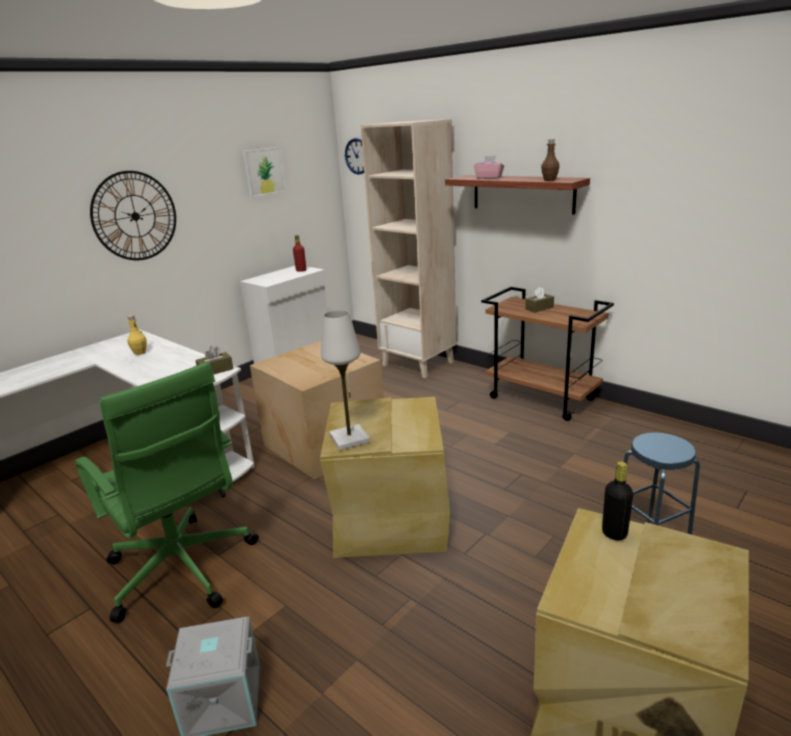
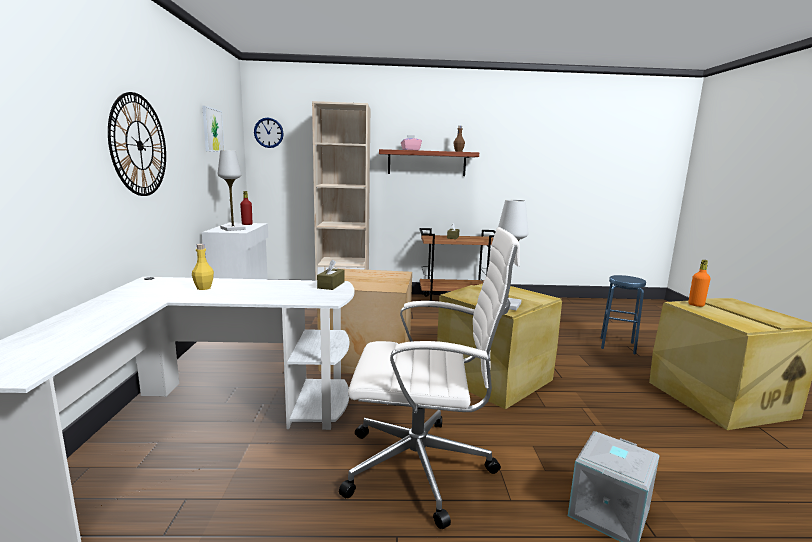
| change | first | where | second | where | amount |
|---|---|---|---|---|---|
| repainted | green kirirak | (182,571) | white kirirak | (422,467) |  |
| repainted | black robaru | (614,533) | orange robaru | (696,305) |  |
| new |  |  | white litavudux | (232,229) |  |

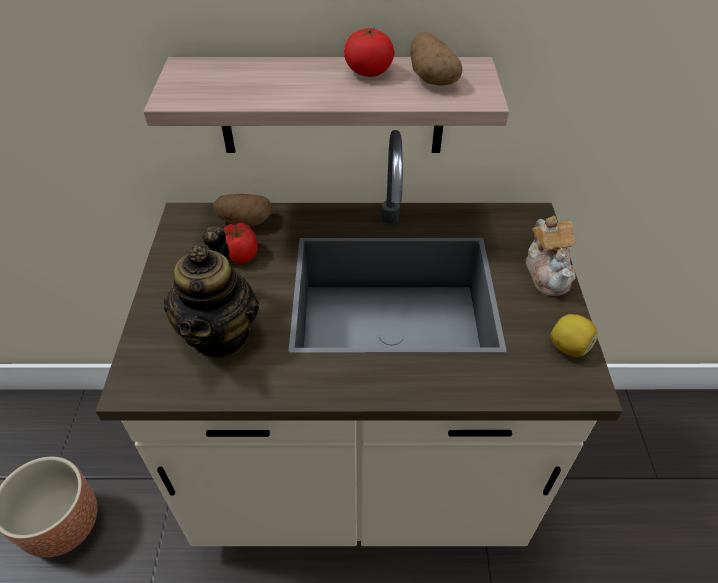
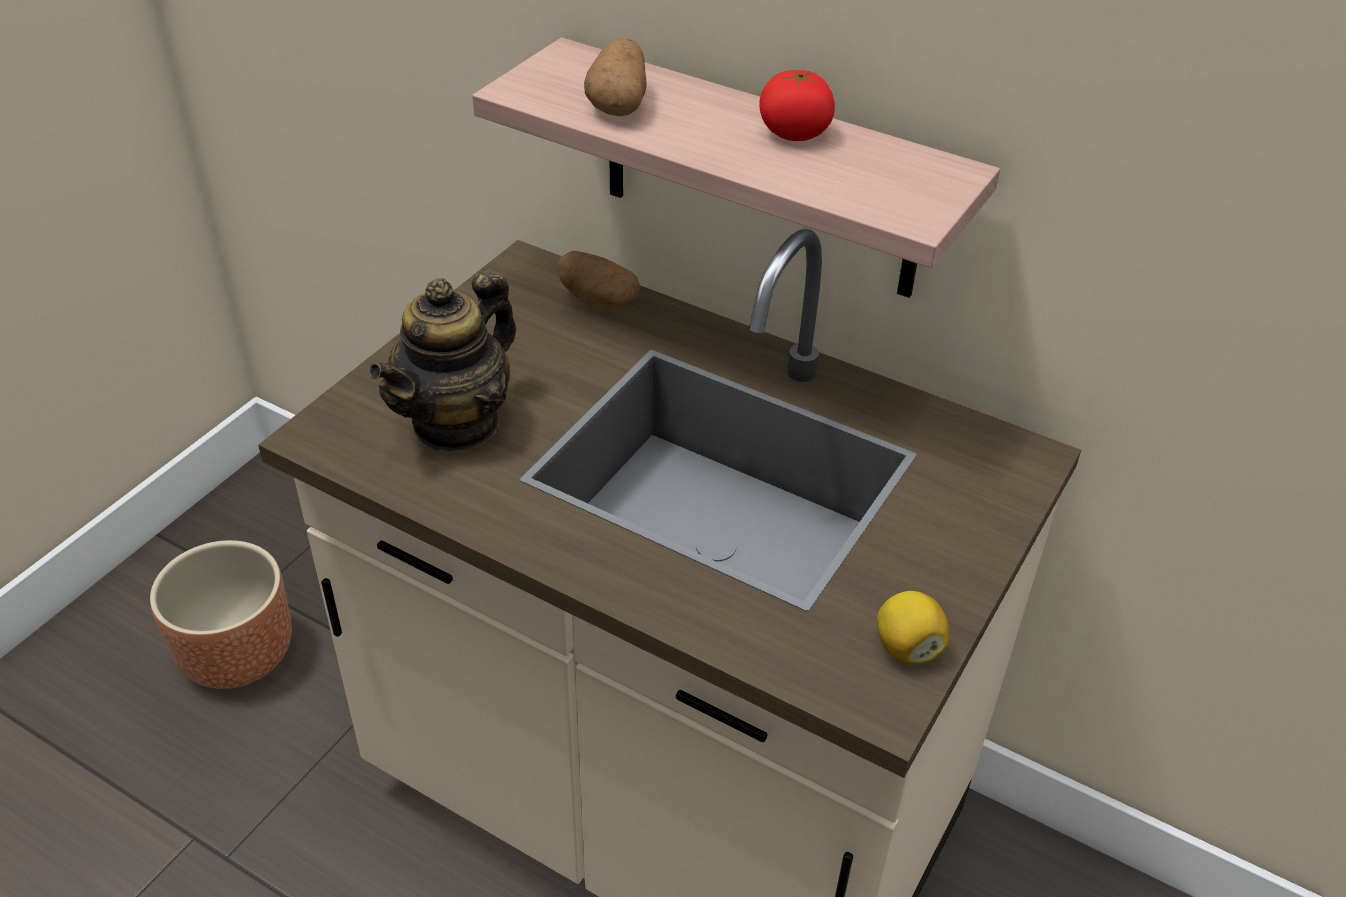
| change | first | where | second | where | amount |
|---|---|---|---|---|---|
| gone | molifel | (241,254) |  |  |  |
| shifted | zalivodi | (431,78) |  | (619,104) |  |
| gone | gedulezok | (547,272) |  |  |  |

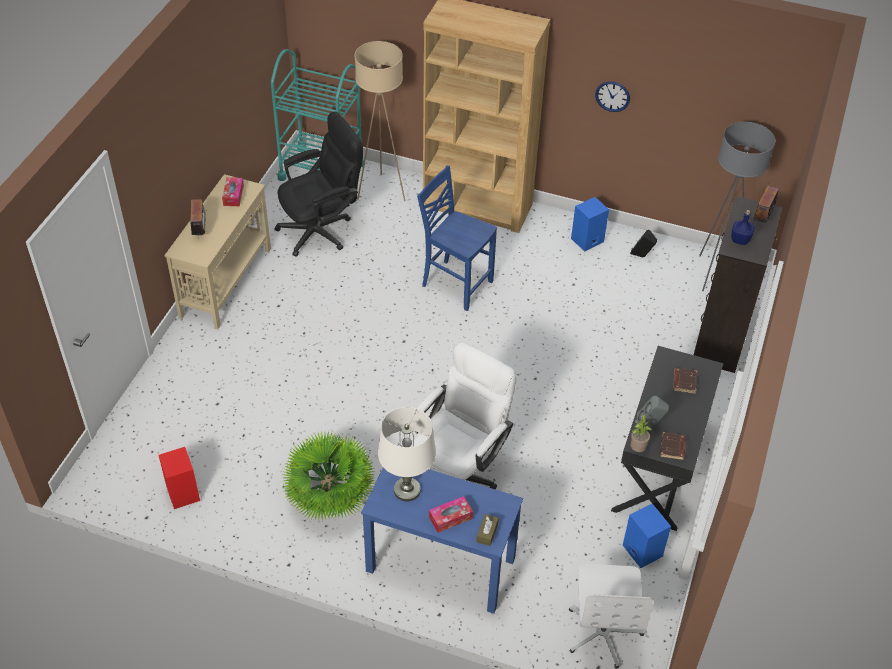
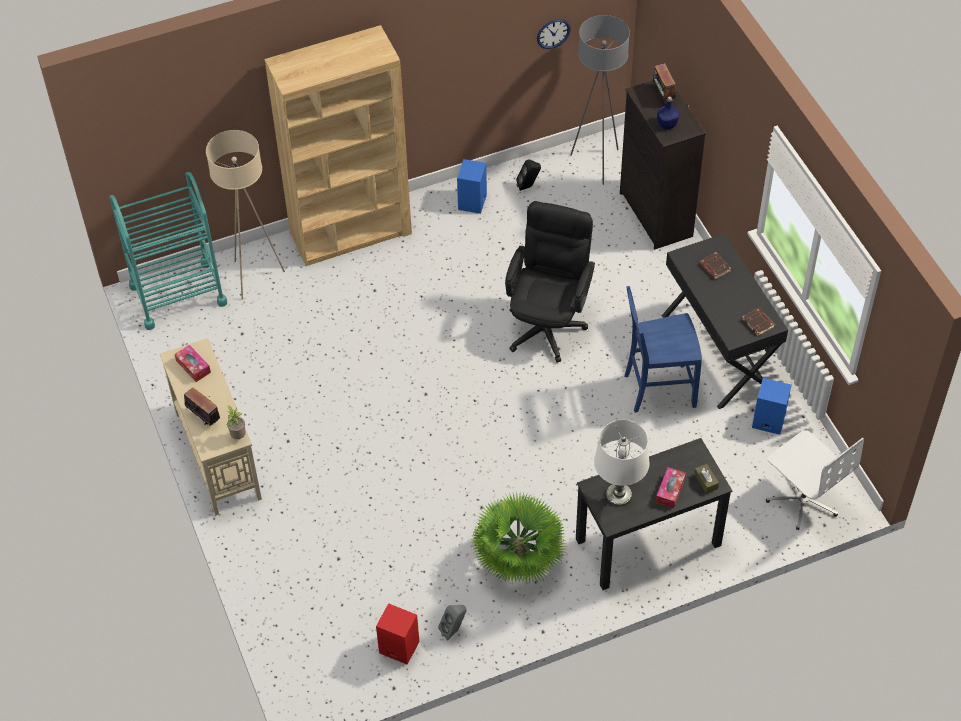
| change | first | where | second | where | amount |
|---|---|---|---|---|---|
| shifted | black kirirak | (322,229) |  | (548,322) |  |
| repainted | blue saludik | (440,564) | black saludik | (647,542) |  |
| gone | white kirirak | (458,471) |  |  |  |
| shifted | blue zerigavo | (455,284) |  | (657,389) |  |
| shifted | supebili | (612,96) |  | (553,33) |  |
| shifted | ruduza | (637,449) |  | (238,436) |  |
| shifted | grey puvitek | (649,426) |  | (454,630) |  |

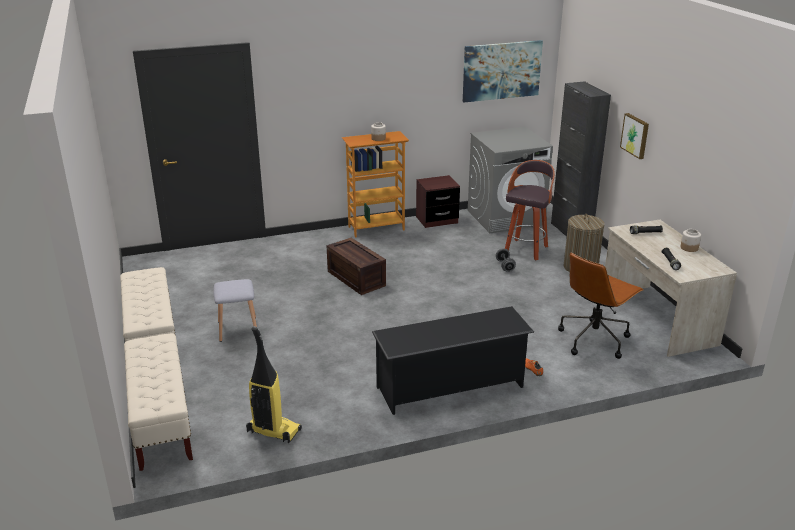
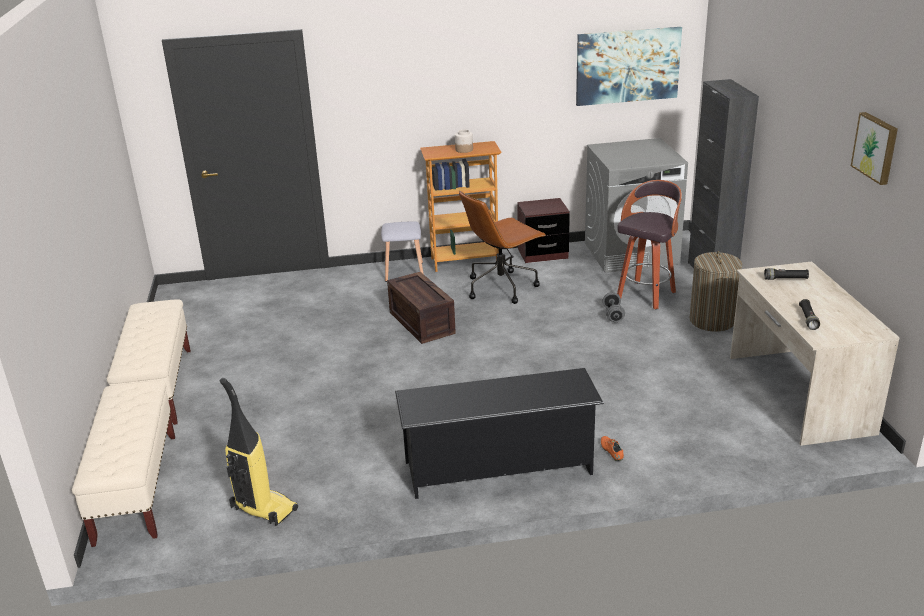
| change | first | where | second | where | amount |
|---|---|---|---|---|---|
| shifted | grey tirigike | (237,329) |  | (403,272) |  |
| shifted | brown kirirak | (594,339) |  | (502,287) |  |
| shifted | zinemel | (635,135) |  | (876,147) |  |
| gone | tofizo | (689,248) |  |  |  |

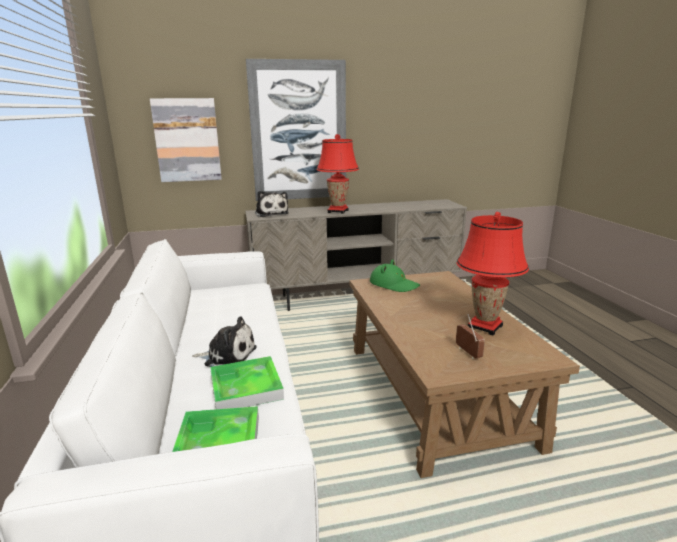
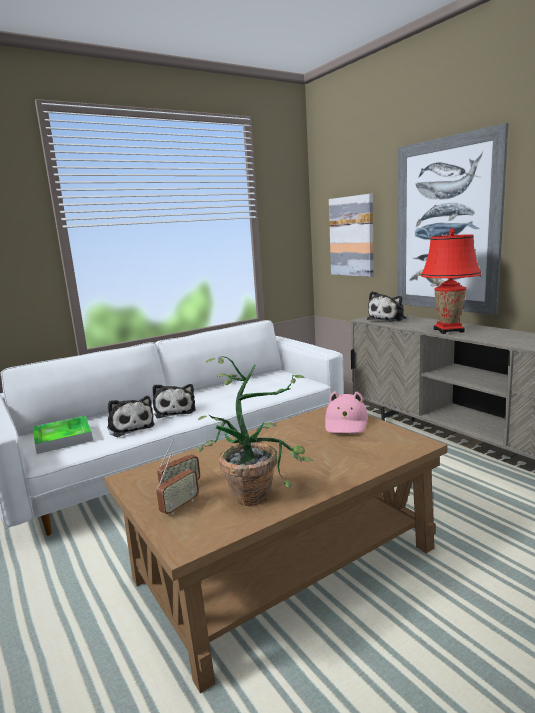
| change | first | where | second | where | amount |
|---|---|---|---|---|---|
| swapped | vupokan | (246,387) | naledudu | (130,427) |  |
| repainted | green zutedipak | (394,284) | pink zutedipak | (346,423) |  |
| swapped | red litavudux | (485,326) | ruduza | (258,491) |  |
| new |  |  | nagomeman | (179,506) |  |

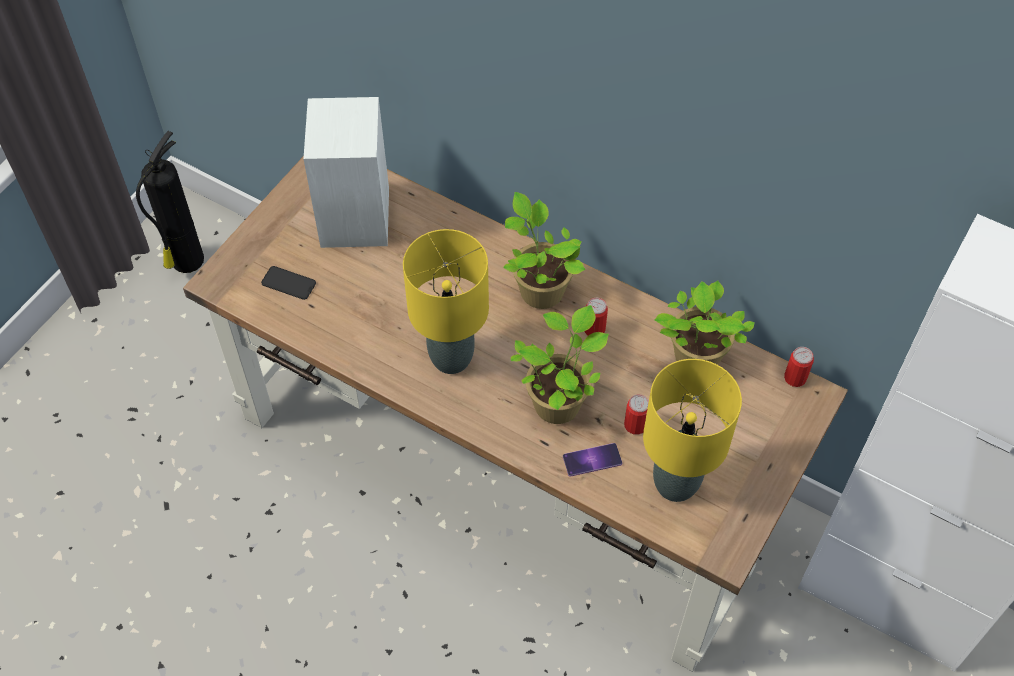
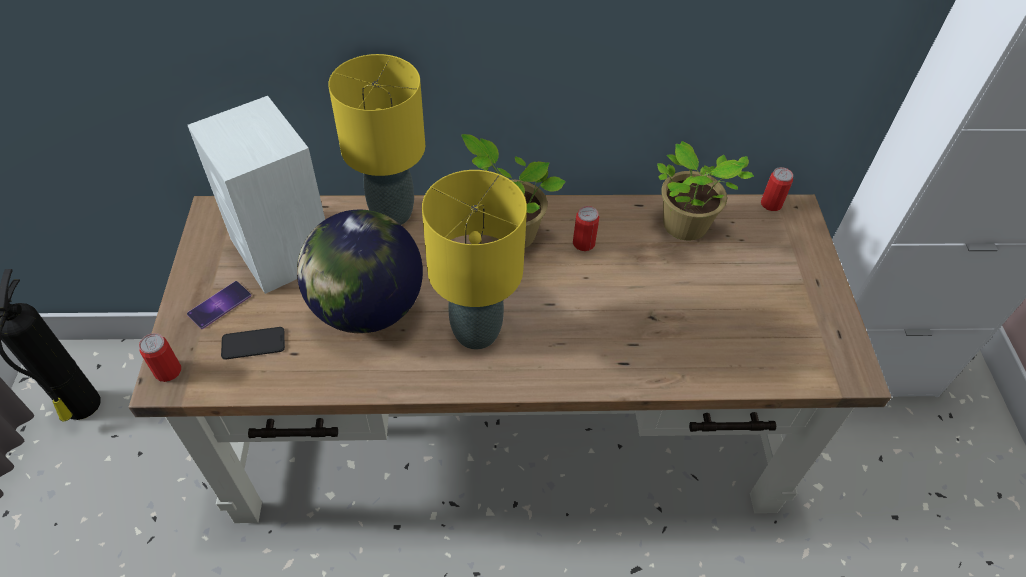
| change | first | where | second | where | amount |
|---|---|---|---|---|---|
| gone | ruduza | (558,401) |  |  |  |
| shifted | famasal | (592,460) |  | (219,305) |  |
| shifted | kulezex | (635,425) |  | (168,371) |  |
| shifted | yellow litavudux | (676,484) |  | (393,213) |  |
| new |  |  | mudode | (367,309) |  |

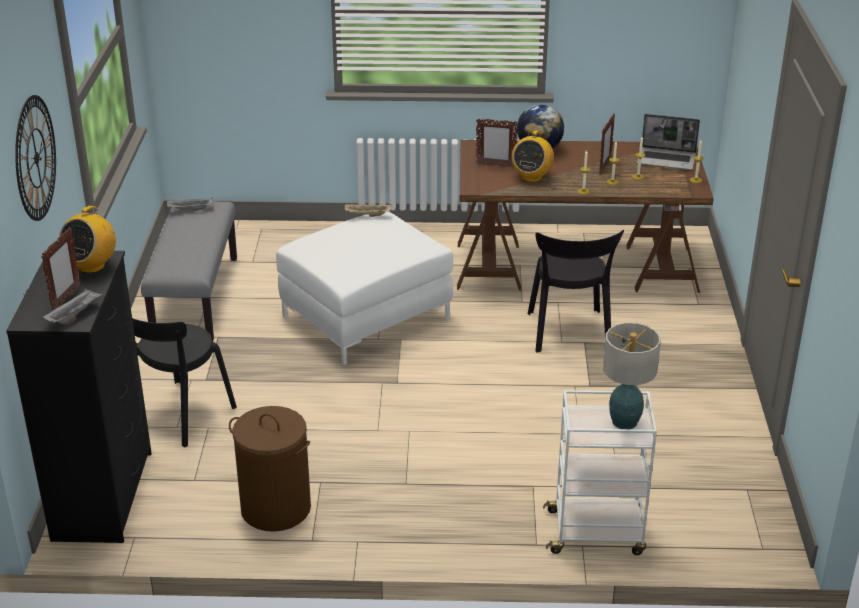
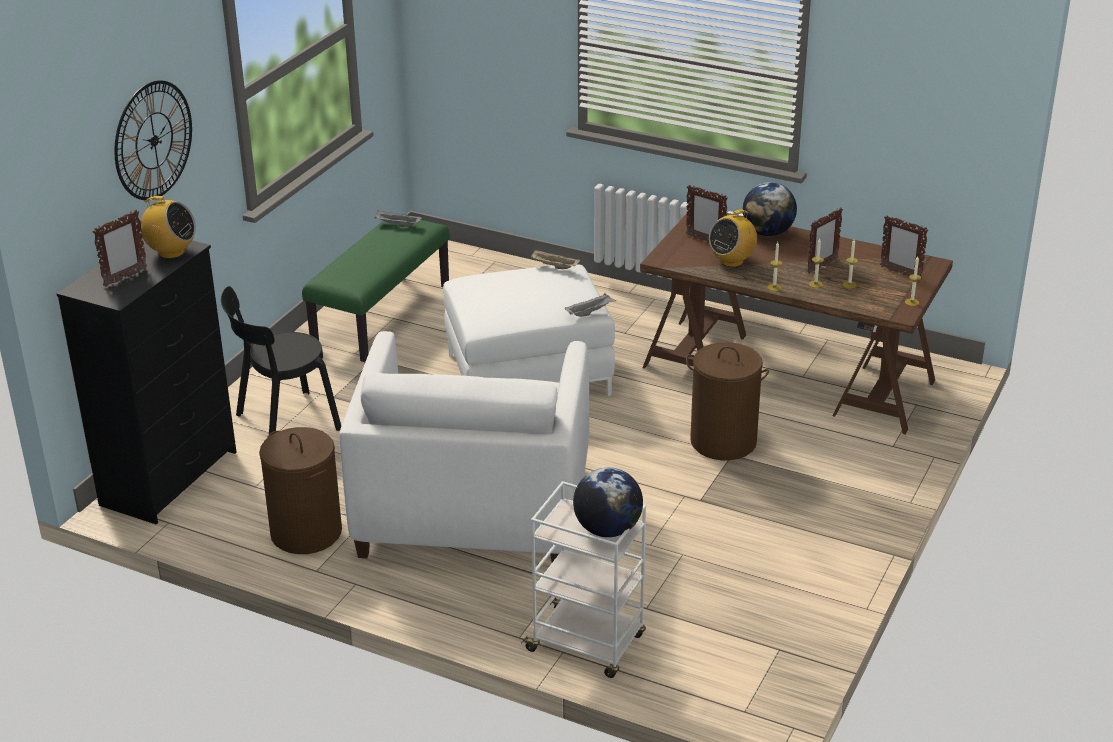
| change | first | where | second | where | amount |
|---|---|---|---|---|---|
| shifted | grey vupokan | (74,315) |  | (590,312) |  |
| rotated | nagomeman | (91,266) |  | (171,252) | 120 degrees counterclockwise |
| repainted | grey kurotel | (195,298) | green kurotel | (381,316) |  |
| swapped | black zerigavo | (569,333) | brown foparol | (722,442) |  |
| swapped | litavudux | (623,422) | mudode | (607,529) |  |
| swapped | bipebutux | (667,160) | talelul | (900,273) |  |
| new |  |  | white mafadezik | (472,509) |  |

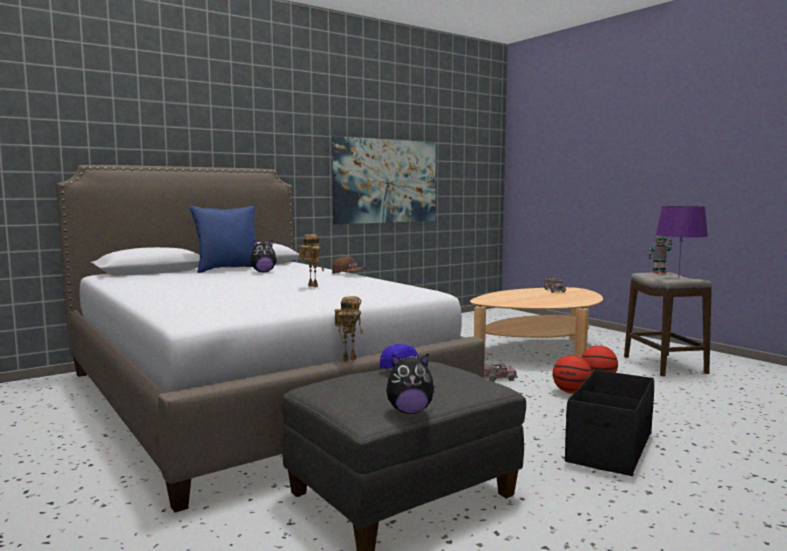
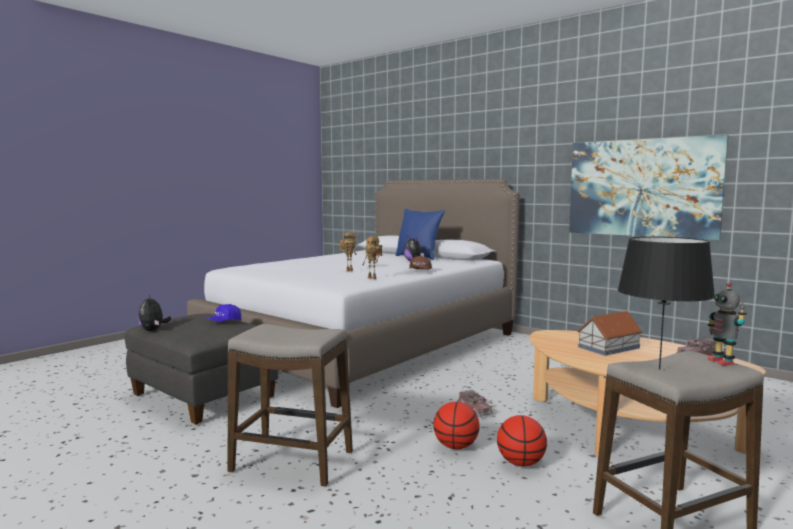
| change | first | where | second | where | amount |
|---|---|---|---|---|---|
| shifted | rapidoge | (349,359) |  | (373,278) |  |
| swapped | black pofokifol | (609,447) | tirigike | (292,462) |  |
| repainted | purple litavudux | (678,278) | black litavudux | (659,369) |  |
| new |  |  | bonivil | (609,347) |  |

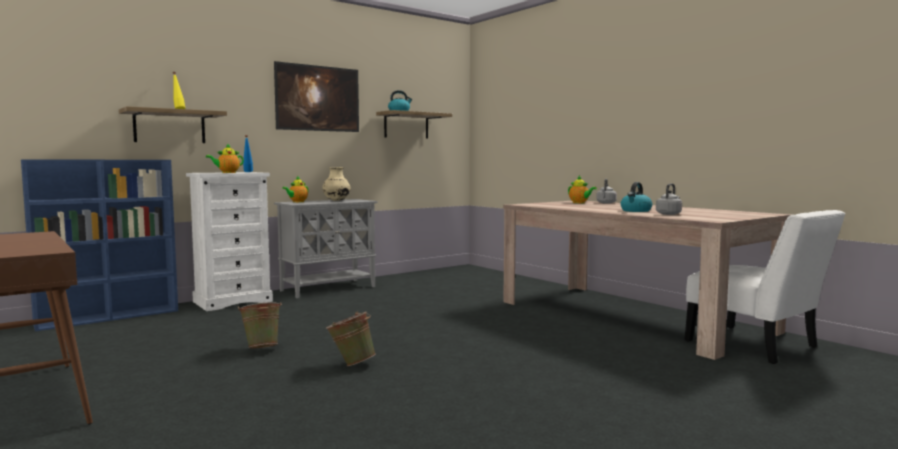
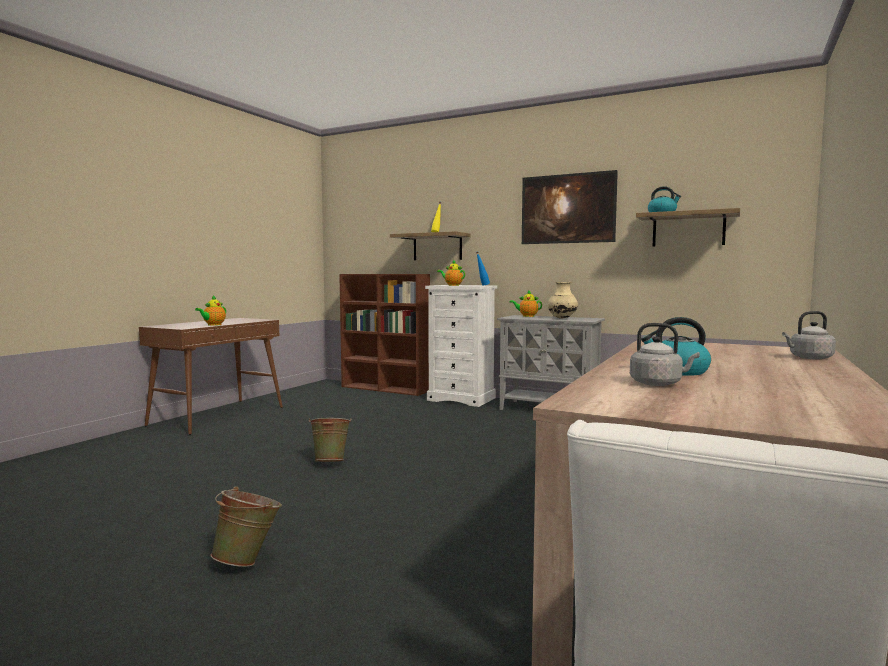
| change | first | where | second | where | amount |
|---|---|---|---|---|---|
| repainted | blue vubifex | (110,317) | brown vubifex | (386,389) |  |
| shifted | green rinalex | (262,348) |  | (248,561) |  |
| shifted | gedulezok | (580,203) |  | (213,325) |  |

